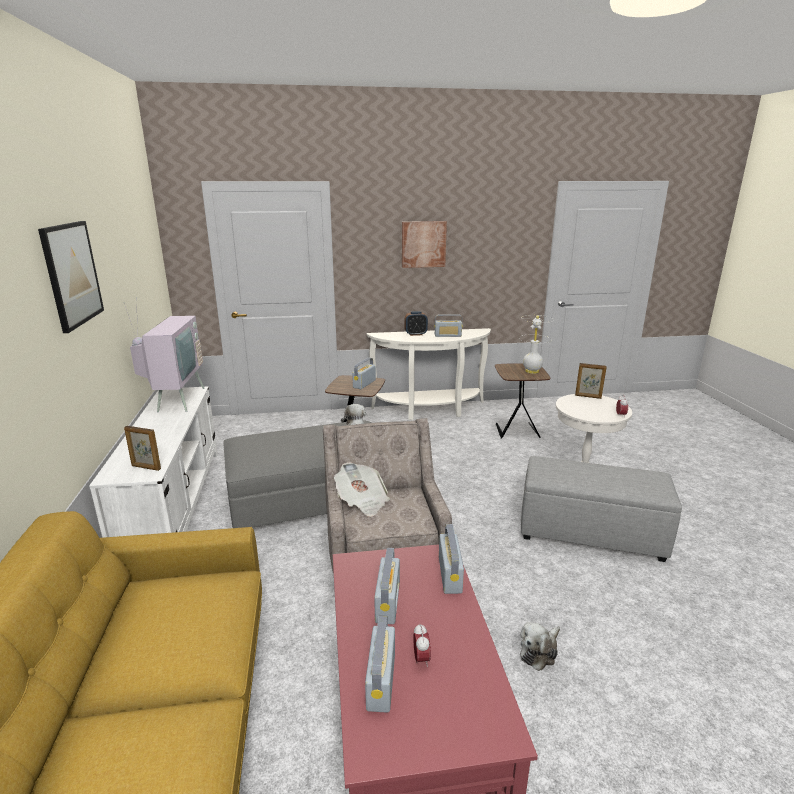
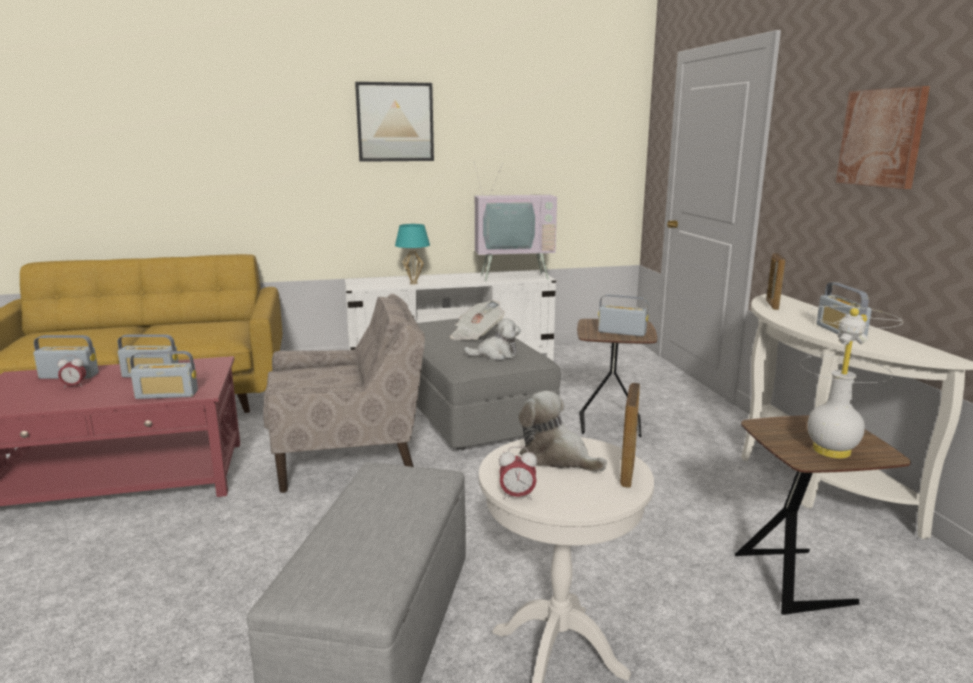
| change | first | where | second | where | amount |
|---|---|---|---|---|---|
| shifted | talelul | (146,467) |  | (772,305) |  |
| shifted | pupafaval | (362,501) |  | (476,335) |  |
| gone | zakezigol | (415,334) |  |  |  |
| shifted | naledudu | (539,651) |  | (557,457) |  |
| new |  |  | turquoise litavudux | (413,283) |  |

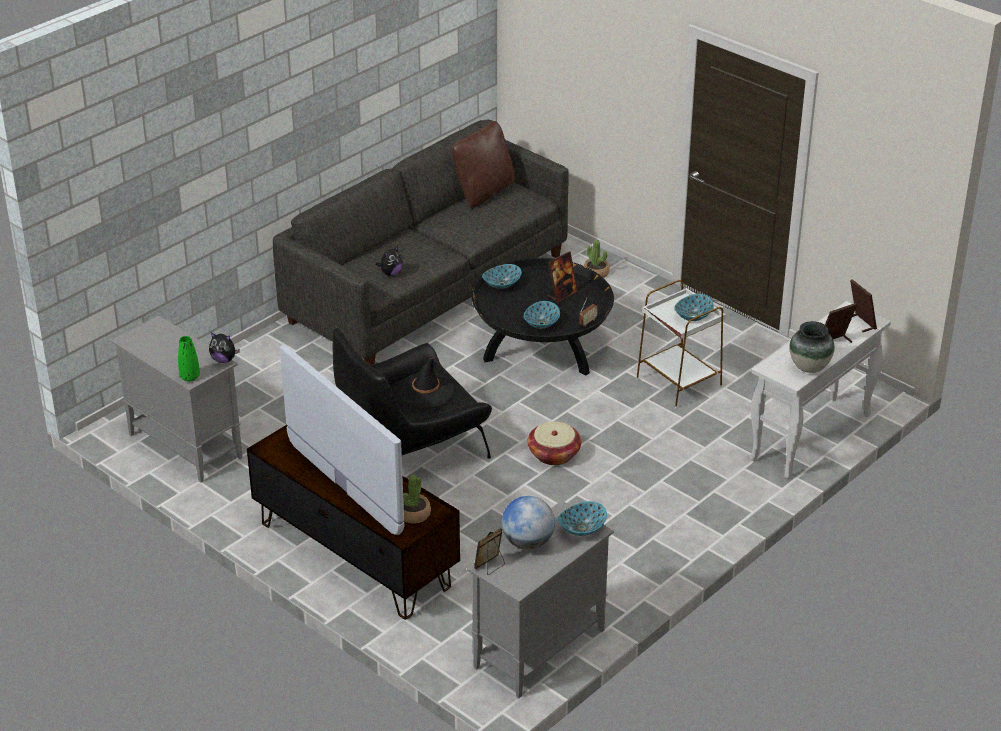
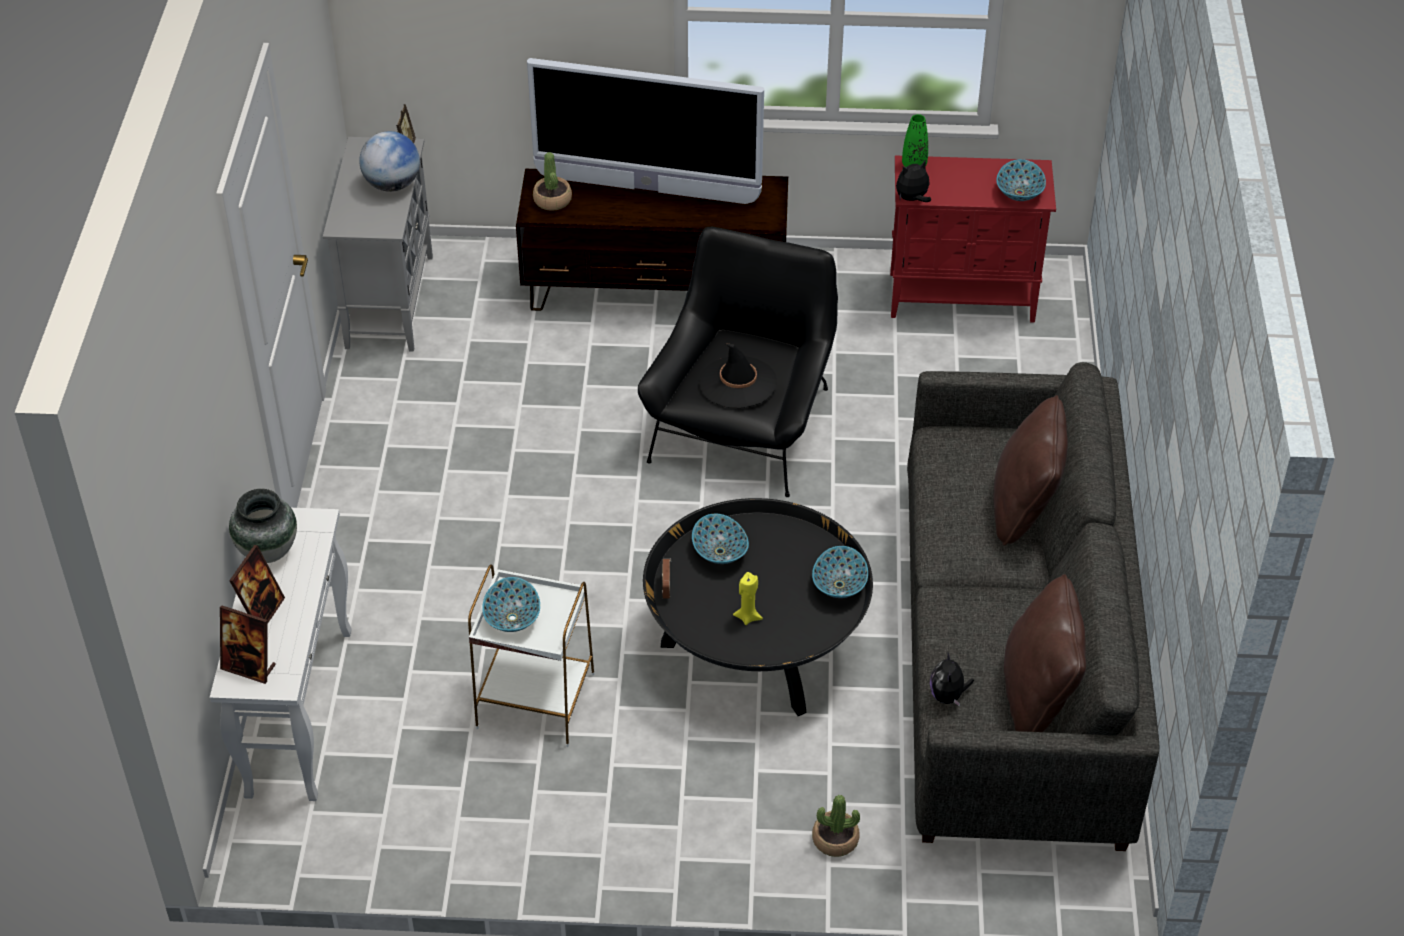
| change | first | where | second | where | amount |
|---|---|---|---|---|---|
| repainted | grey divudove | (184,445) | red divudove | (963,297) |  |
| shifted | naledudu | (391,273) |  | (948,696) |  |
| gone | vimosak | (554,454) |  |  |  |
| swapped | talelul | (562,294) | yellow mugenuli | (747,617) |  |
| shifted | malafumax | (581,528) |  | (1020,193) |  |
| new |  |  | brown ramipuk | (1024,508) |  |

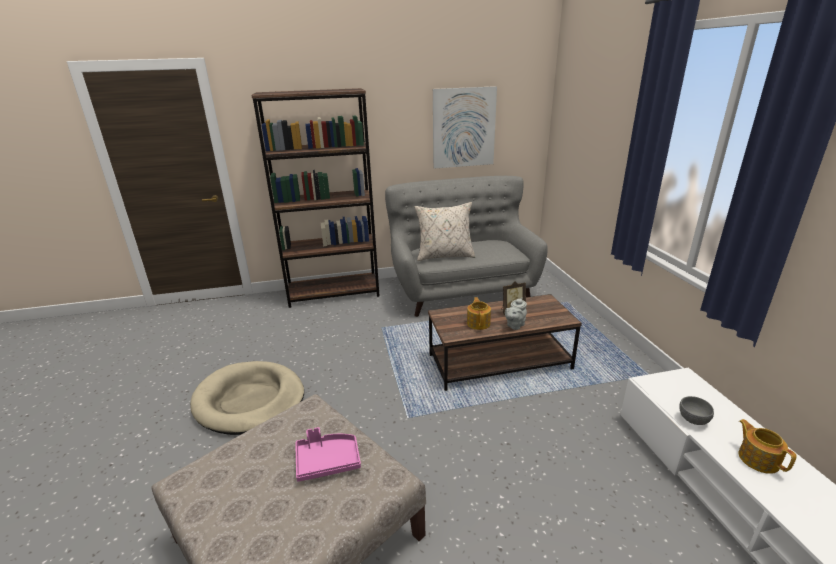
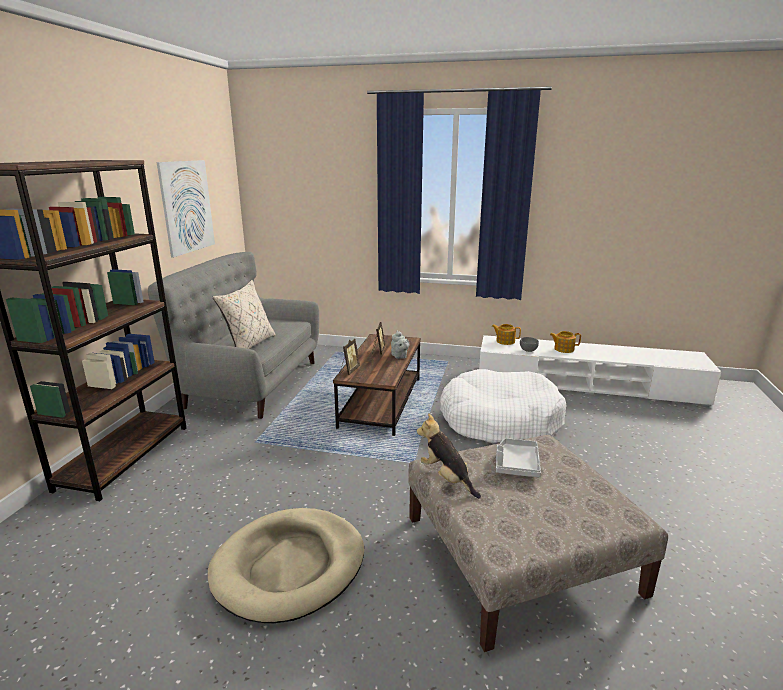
| change | first | where | second | where | amount |
|---|---|---|---|---|---|
| repainted | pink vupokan | (327,461) | grey vupokan | (516,464) |  |
| shifted | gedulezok | (478,323) |  | (505,341) |  |
| new |  |  | talelul | (349,371) |  |
| new |  |  | naledudu | (446,478) |  |
| new |  |  | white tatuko | (499,420) |  |

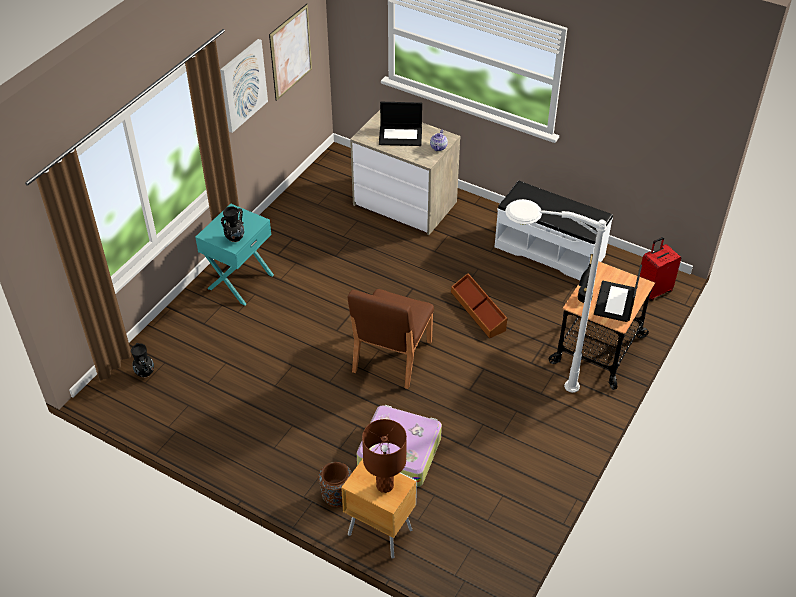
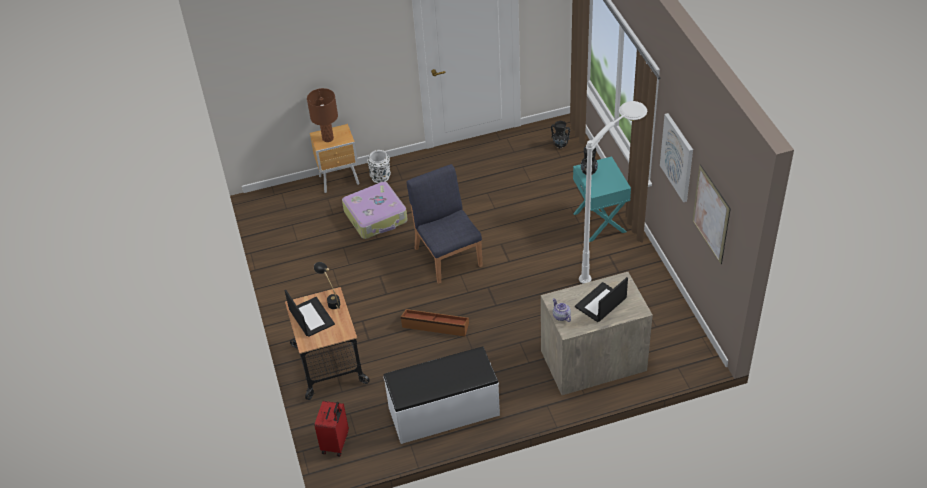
| change | first | where | second | where | amount |
|---|---|---|---|---|---|
| repainted | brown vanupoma | (336,496) | white vanupoma | (380,177) |  |
| repainted | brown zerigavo | (391,357) | blue zerigavo | (448,256) |  |
| shifted | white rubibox | (523,382) |  | (612,259) |  |

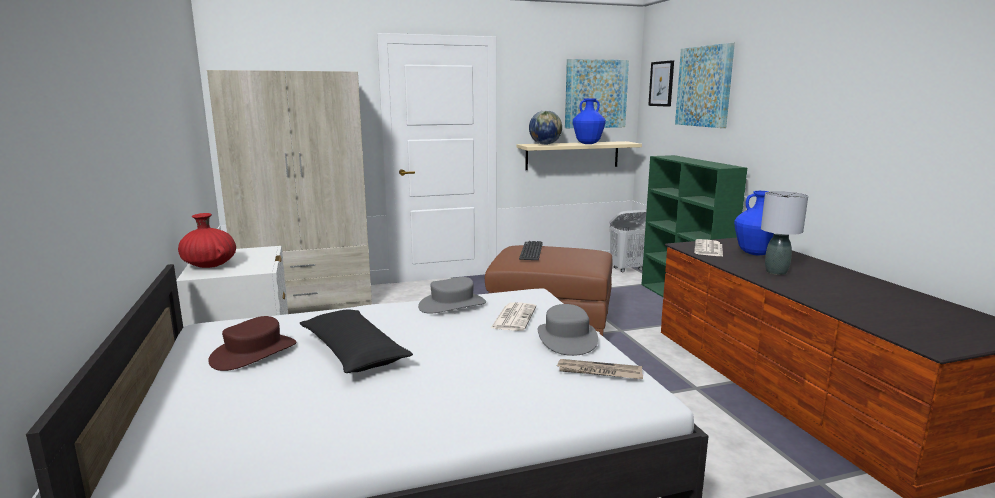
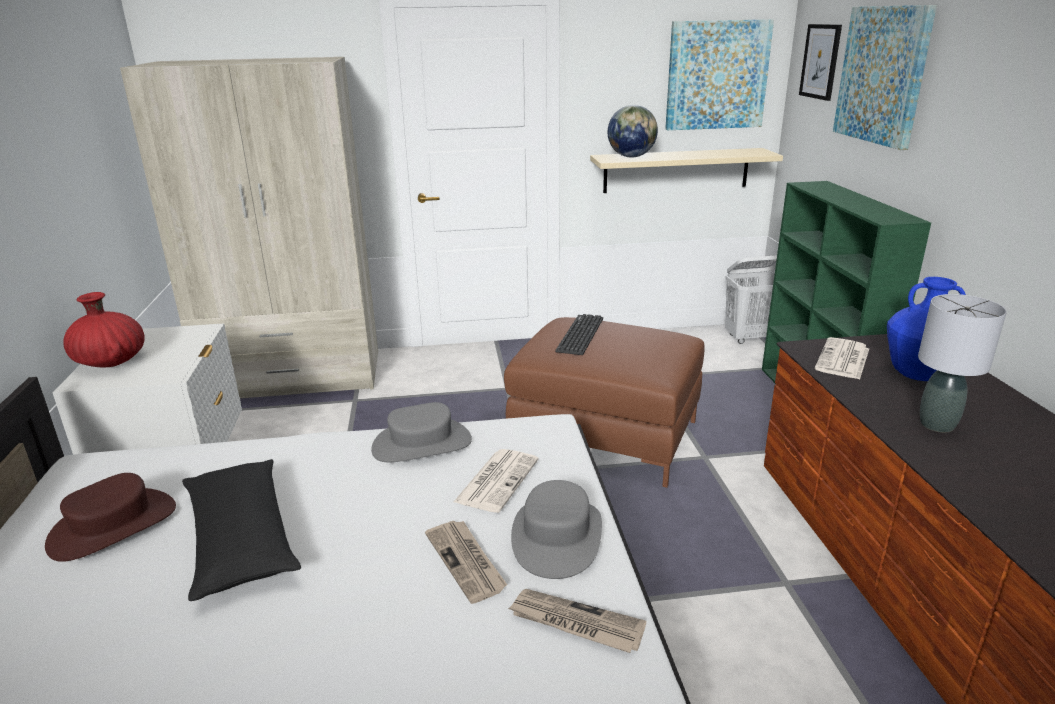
| change | first | where | second | where | amount |
|---|---|---|---|---|---|
| gone | blue vanupoma | (587,143) |  |  |  |
| new |  |  | pupafaval | (466,562) |  |

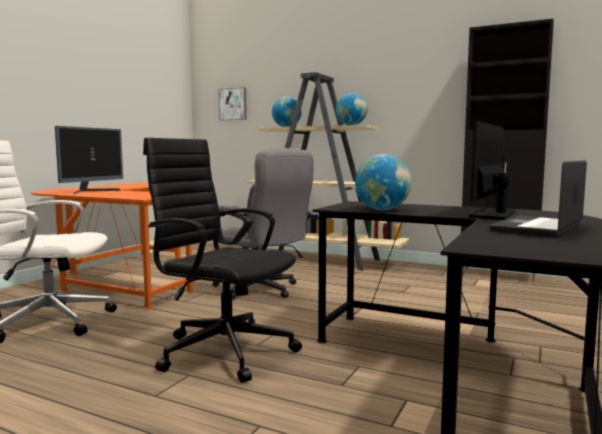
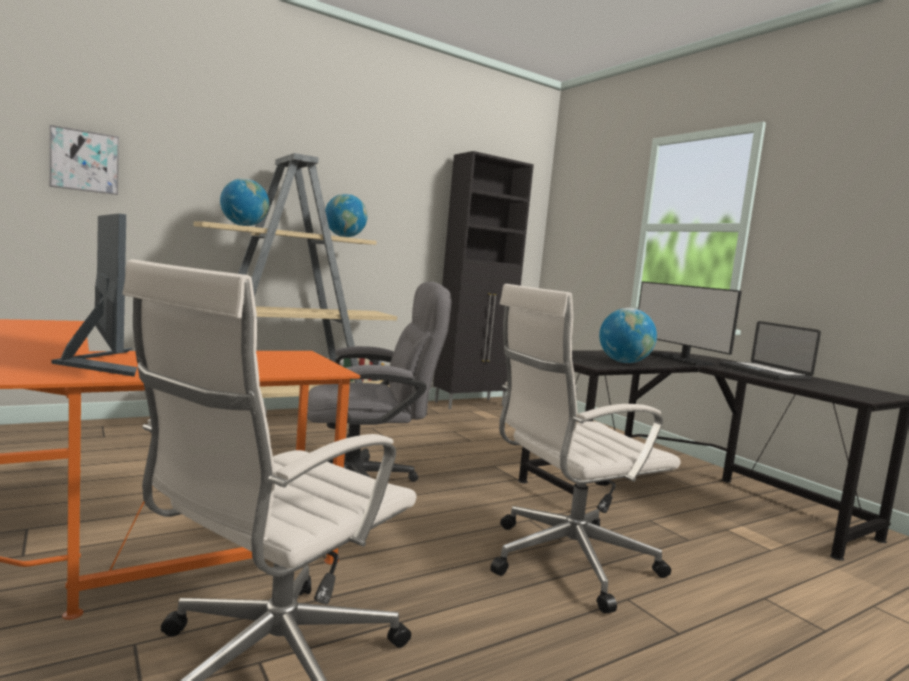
| change | first | where | second | where | amount |
|---|---|---|---|---|---|
| repainted | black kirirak | (223,350) | white kirirak | (565,561) |  |

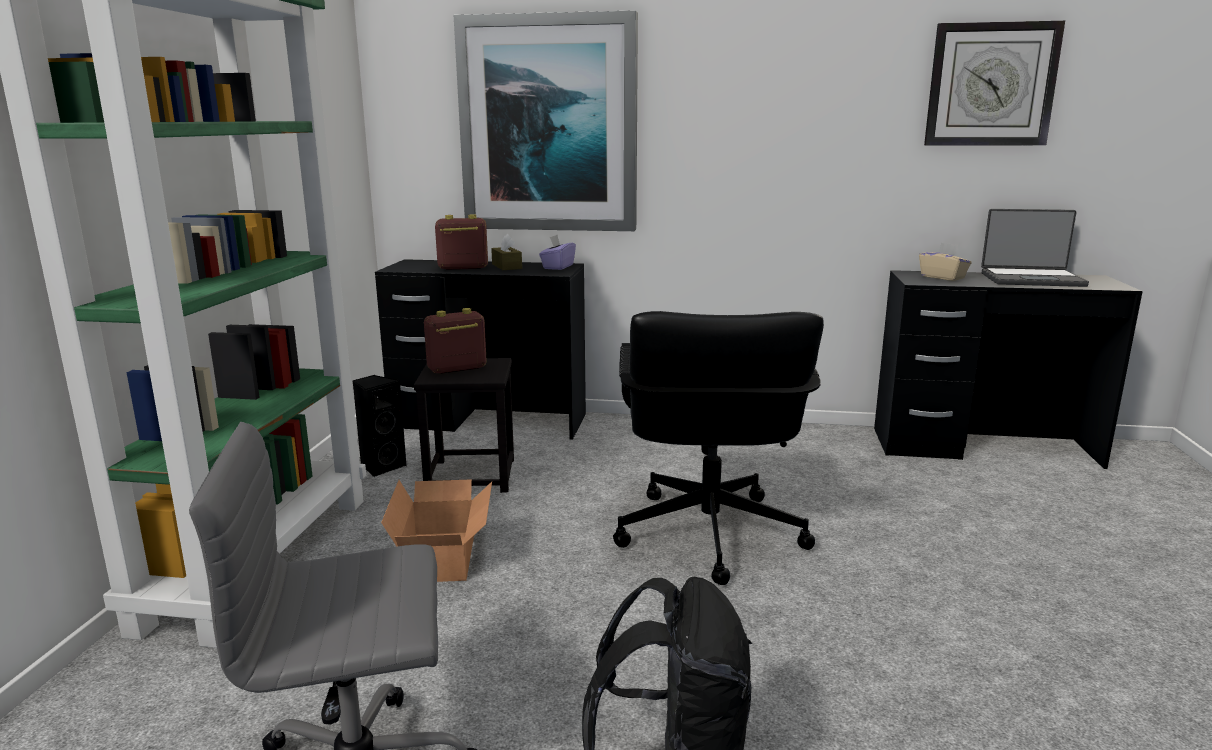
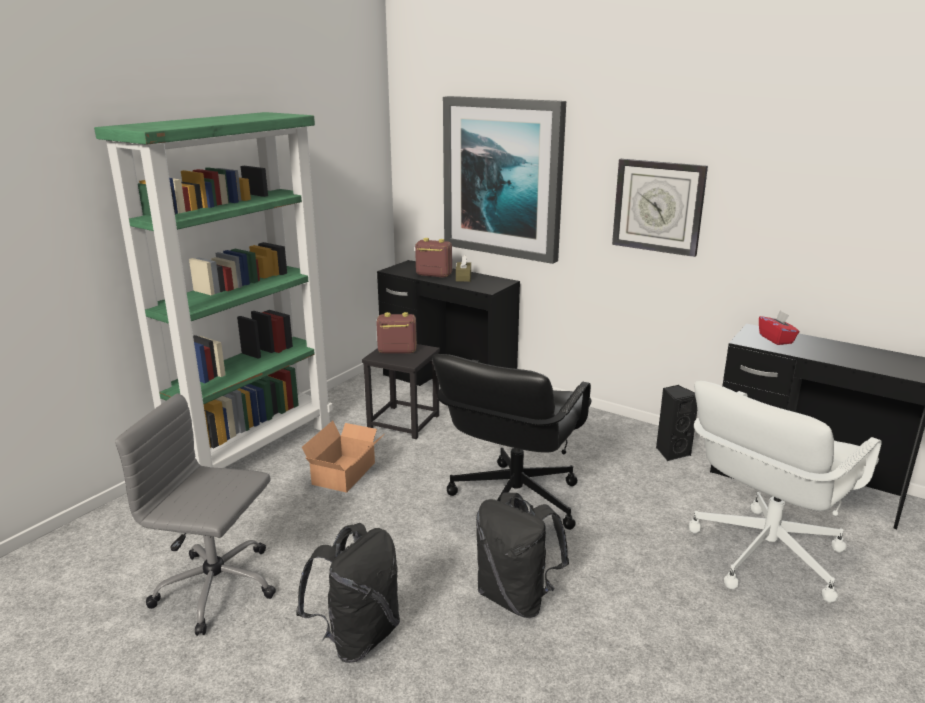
| change | first | where | second | where | amount |
|---|---|---|---|---|---|
| shifted | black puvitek | (381,466) |  | (671,452) |  |
| gone | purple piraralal | (557,267) |  |  |  |
| repainted | beige piraralal | (943,277) | red piraralal | (776,339) |  |
| shifted | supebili | (991,85) |  | (658,206) |  |
| gone | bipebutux | (1031,279) |  |  |  |
| new |  |  | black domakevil | (516,597) |  |
| new |  |  | white kirirak | (764,554) |  |

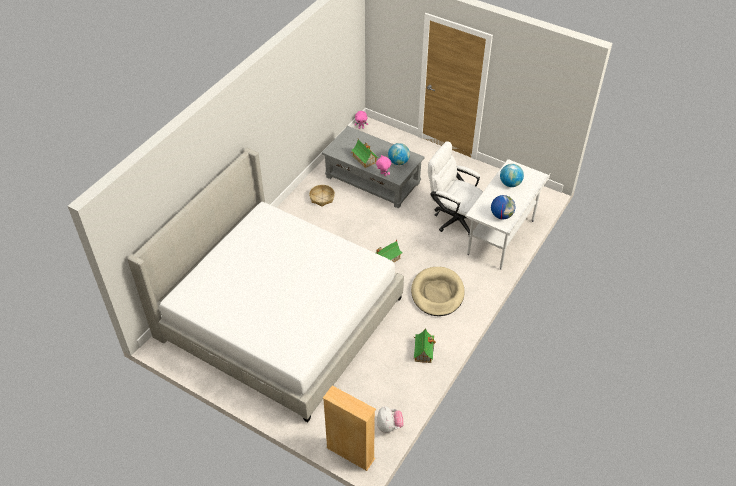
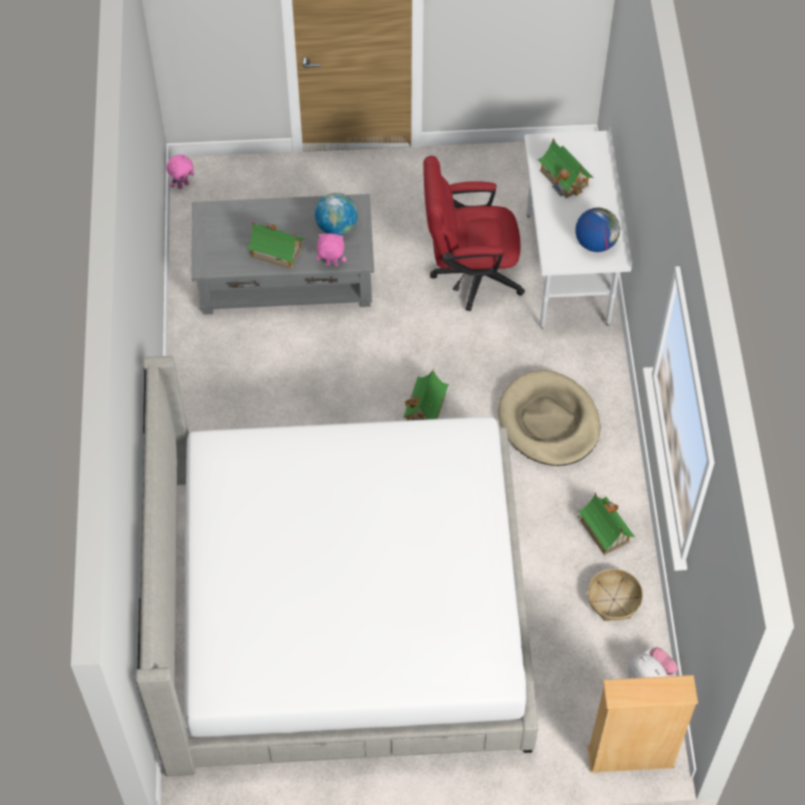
| change | first | where | second | where | amount |
|---|---|---|---|---|---|
| shifted | vimosak | (322,198) |  | (614,599) |  |
| repainted | white kirirak | (453,217) | red kirirak | (469,274) |  |
| swapped | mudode | (510,183) | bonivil | (564,178) |  |

